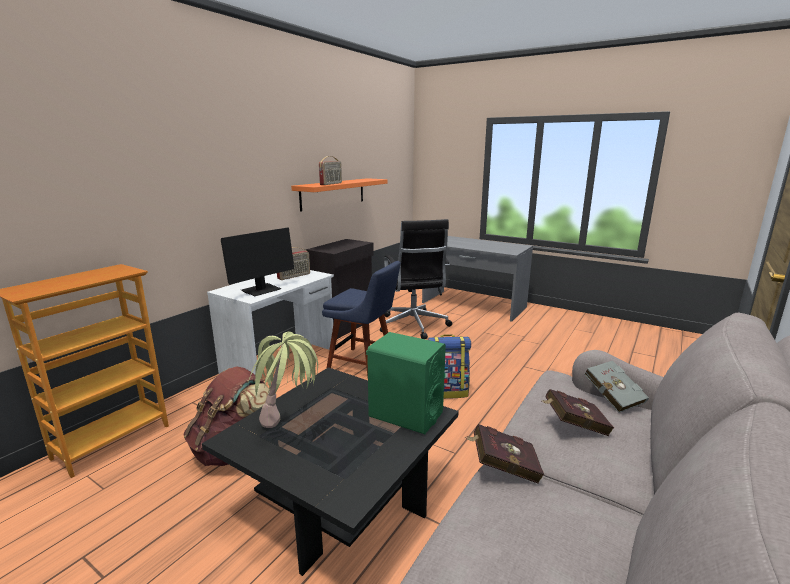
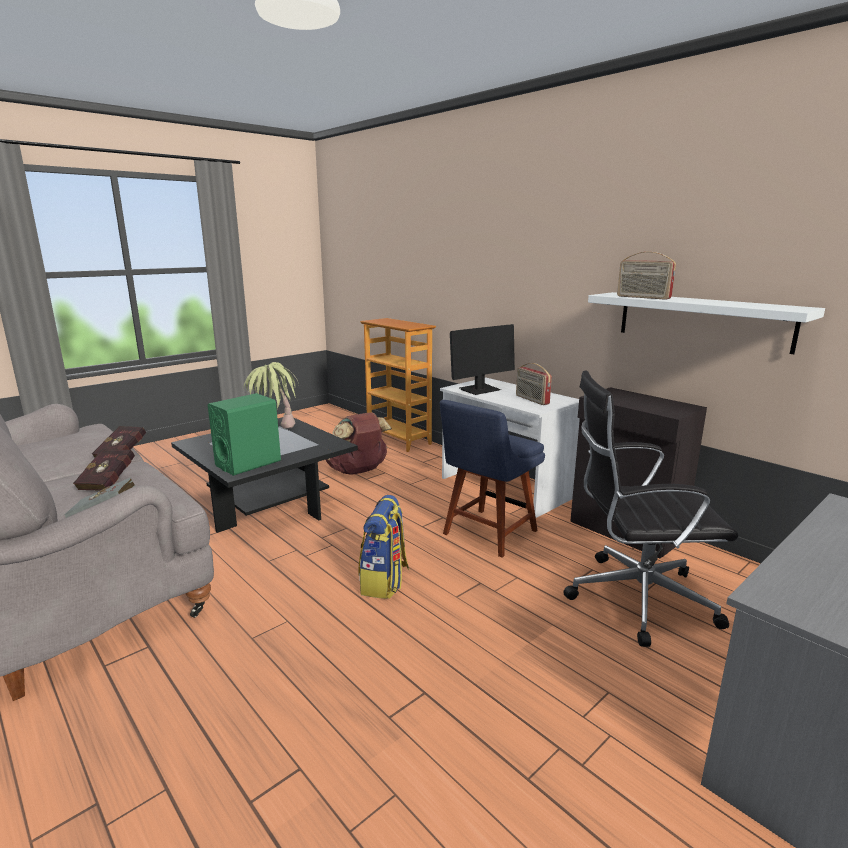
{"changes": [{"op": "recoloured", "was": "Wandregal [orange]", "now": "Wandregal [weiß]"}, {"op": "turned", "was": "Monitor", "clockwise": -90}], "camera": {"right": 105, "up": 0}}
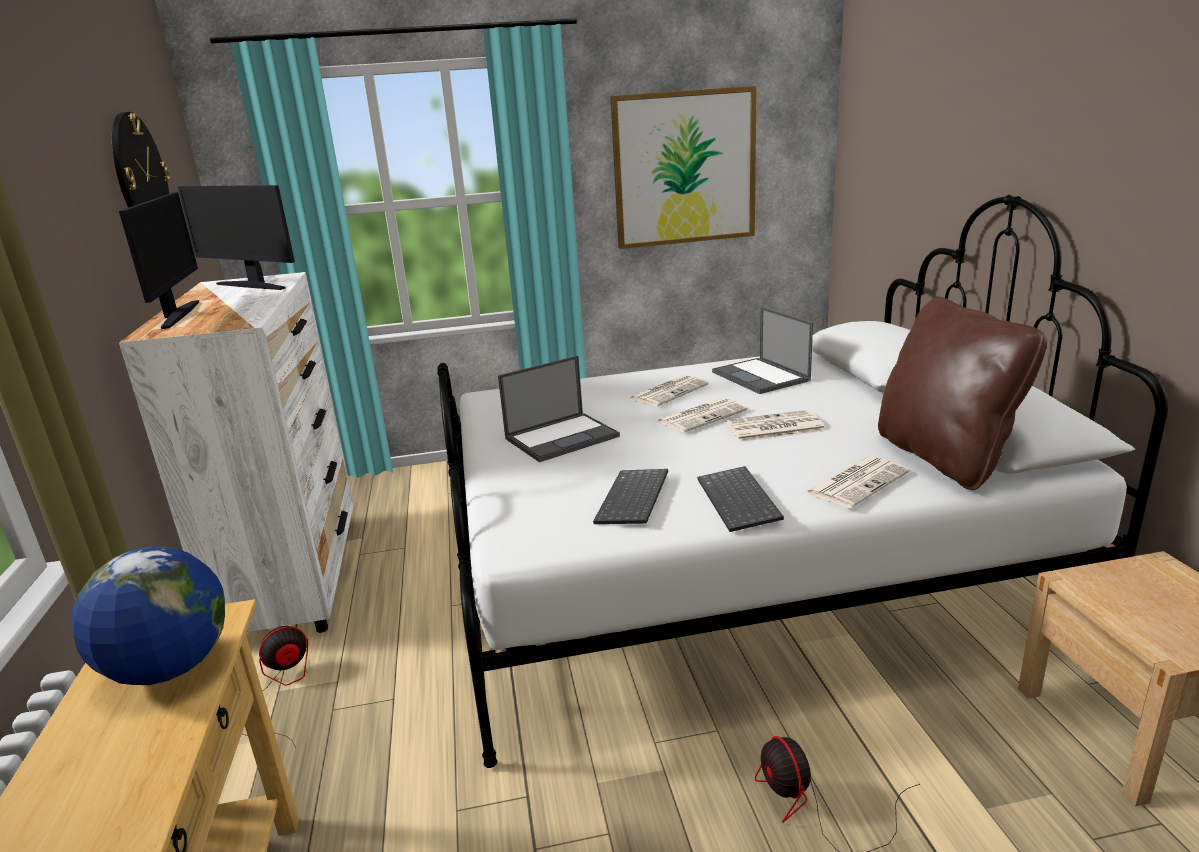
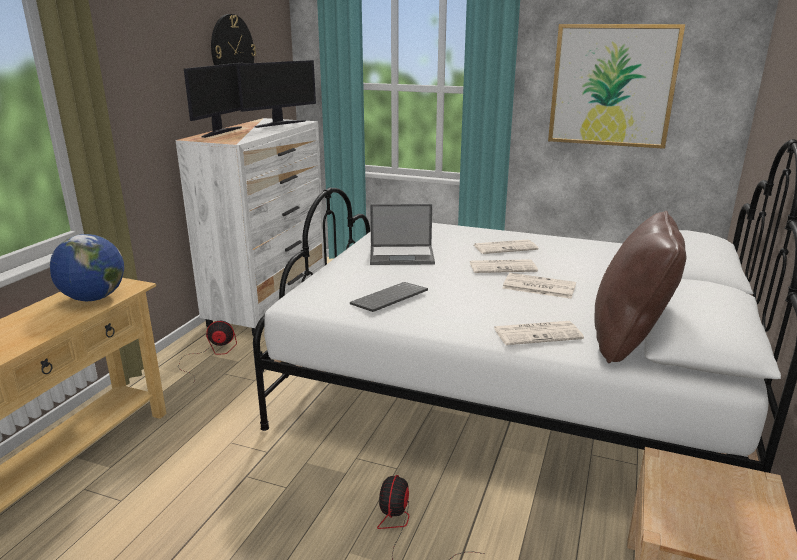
{"changes": [{"op": "removed", "was": "Tastatur (2nd from left)"}, {"op": "removed", "was": "Laptop (2nd from left)"}, {"op": "turned", "was": "Monitor (2nd from left)", "clockwise": -105}], "camera": {"right": 30, "up": 0}}
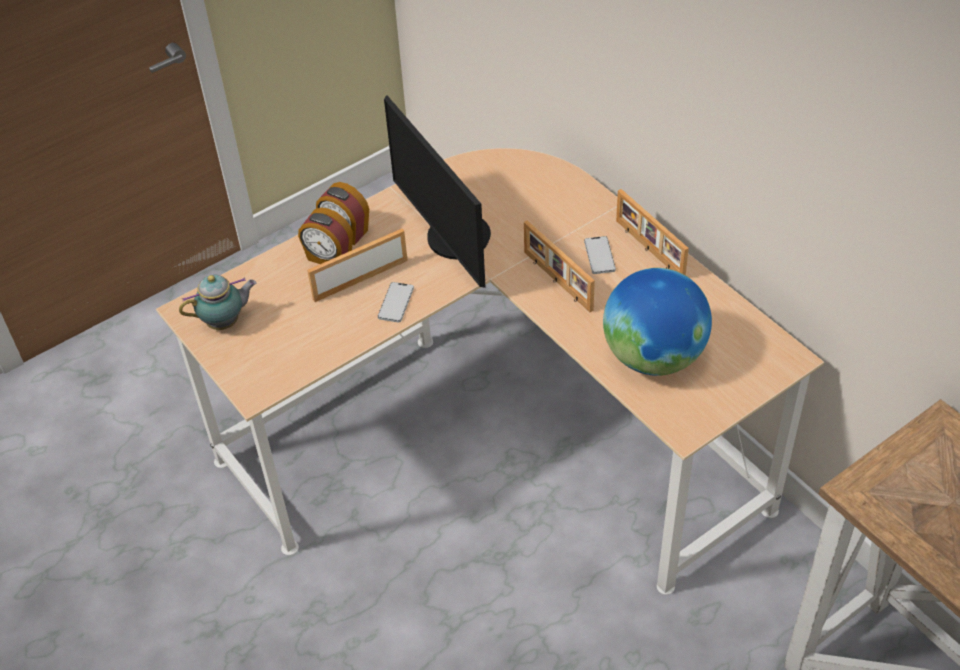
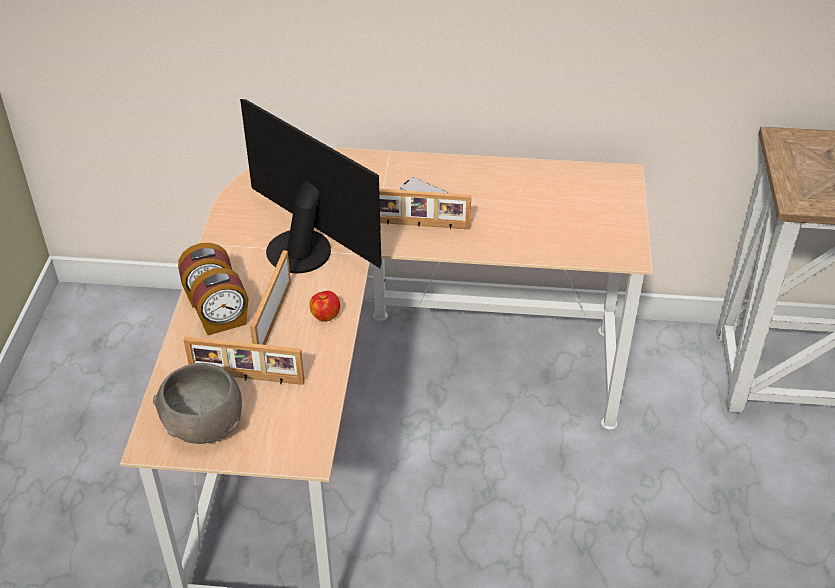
{"changes": [{"op": "removed", "was": "Globus"}, {"op": "moved", "was": "Bilderrahmen (3rd from left in the first image)", "now": "Bilderrahmen (1st from left)"}, {"op": "replaced", "was": "Teekanne", "now": "Schüssel [grau]"}, {"op": "replaced", "was": "Handy (1st from left)", "now": "Apfel"}, {"op": "turned", "was": "Monitor", "clockwise": -150}], "camera": {"right": -50, "up": -5}}
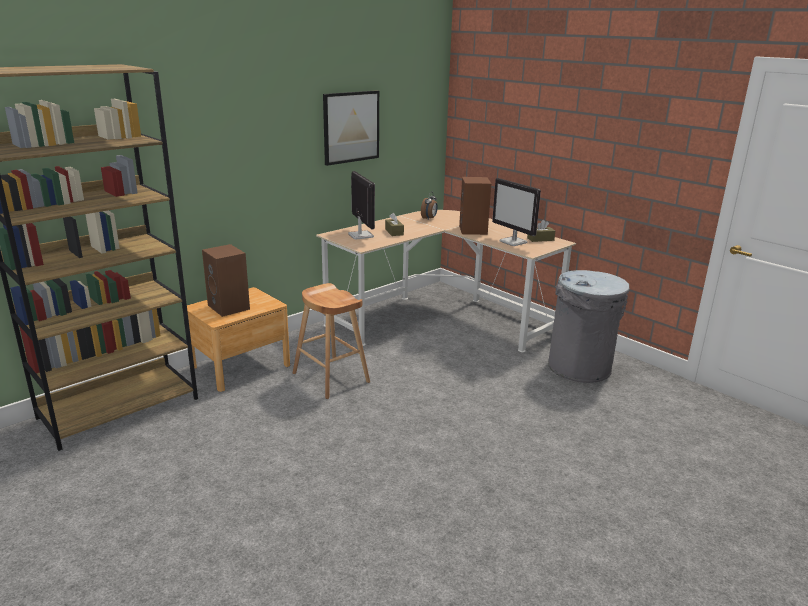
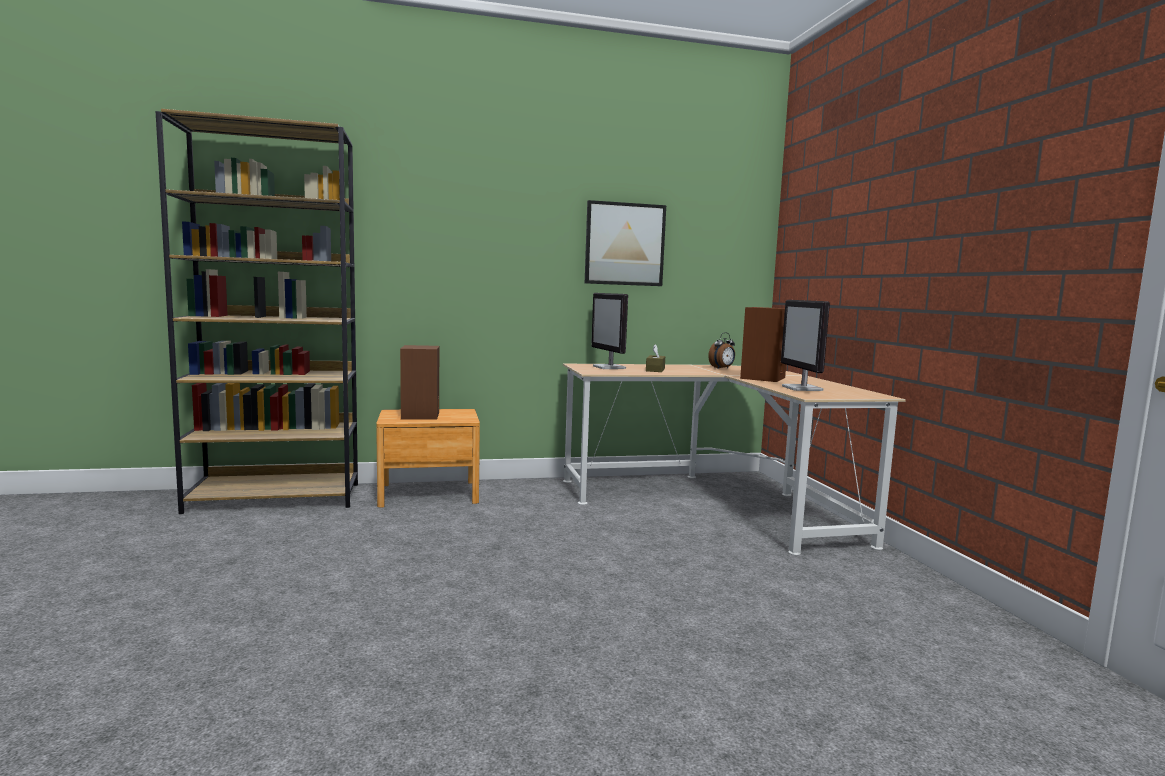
{"changes": [{"op": "removed", "was": "Hocker [braun]"}, {"op": "removed", "was": "Taschentuchbox [braun] (2nd from left)"}, {"op": "removed", "was": "Mülleimer [grau]"}, {"op": "turned", "was": "Monitor (1st from left)", "clockwise": 150}], "camera": {"right": 30, "up": -15}}
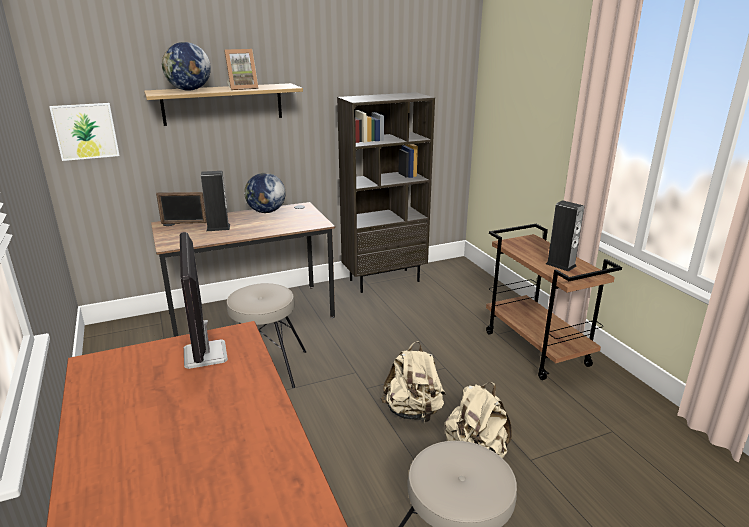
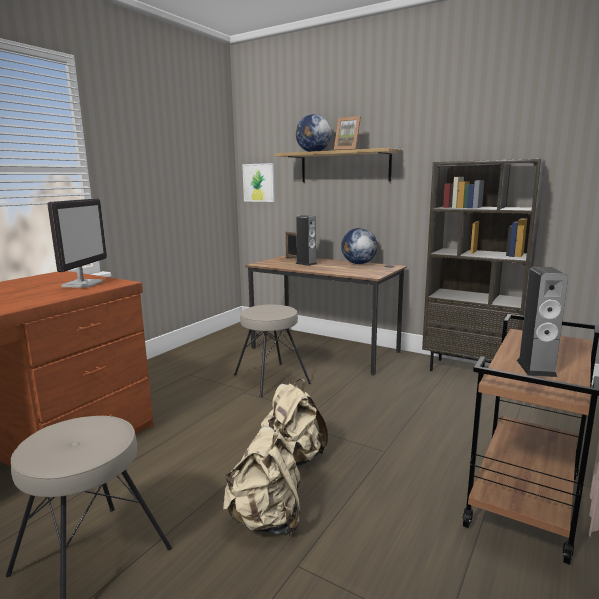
{"changes": [{"op": "turned", "was": "Monitor", "clockwise": 150}], "camera": {"right": 55, "up": -10}}
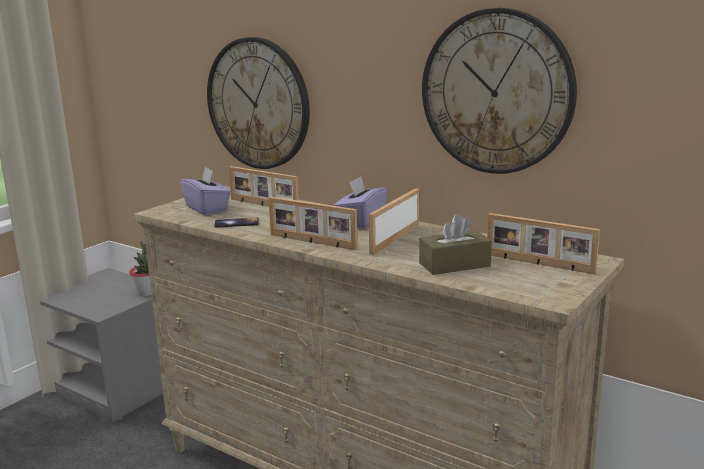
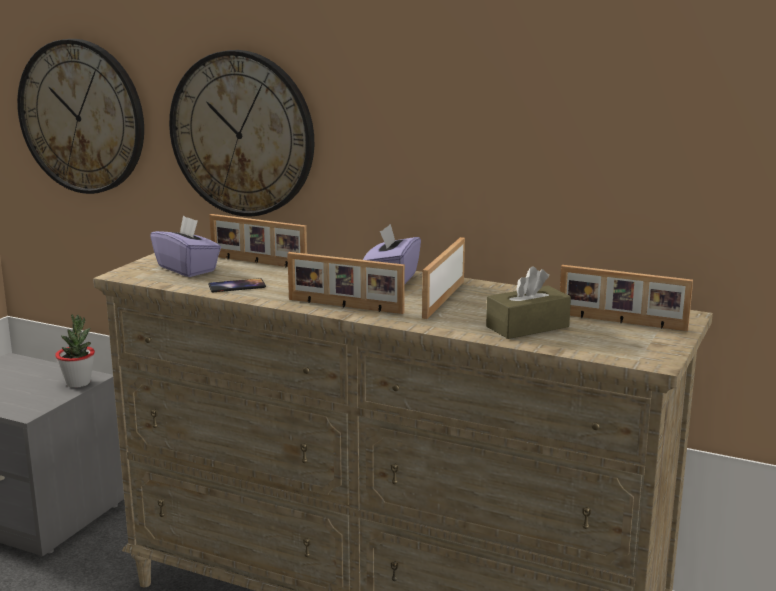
{"changes": [{"op": "moved", "was": "Wanduhr (2nd from left in the first image)", "now": "Wanduhr (1st from left)"}], "camera": {"right": -10, "up": 0}}
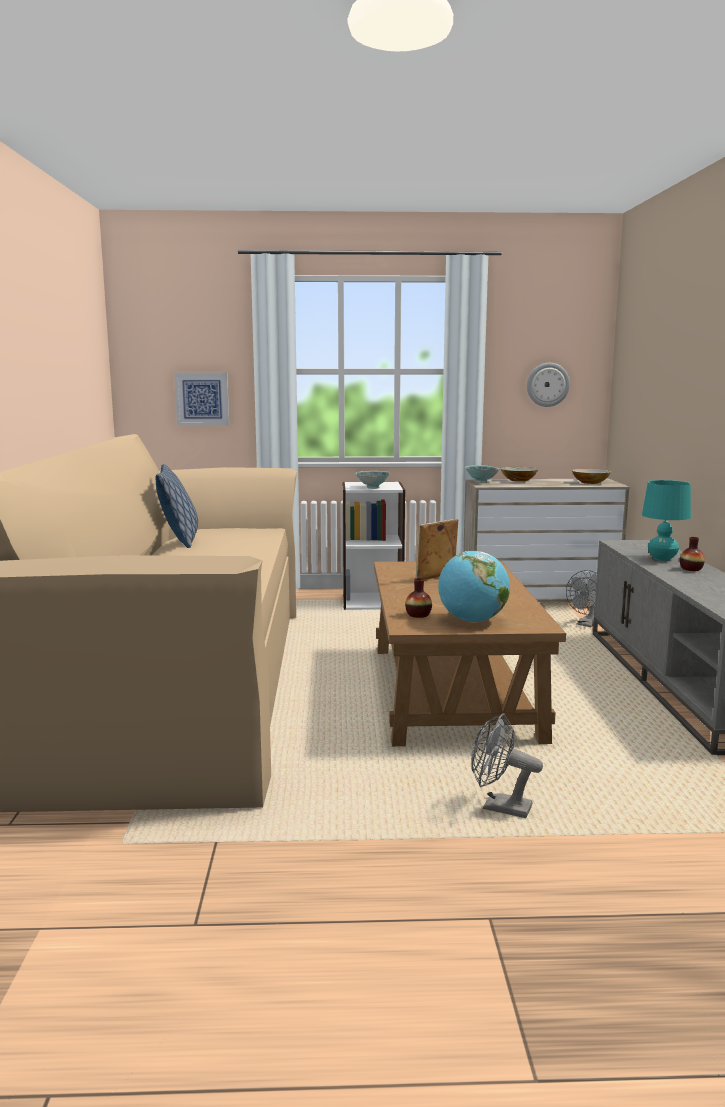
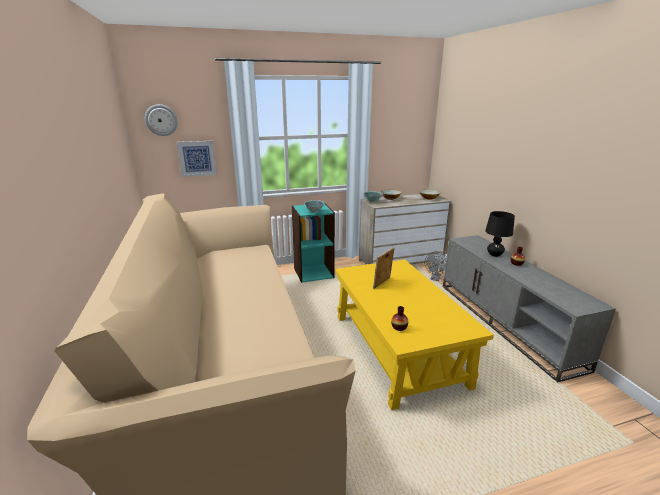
{"changes": [{"op": "removed", "was": "Kissen"}, {"op": "removed", "was": "Globus"}, {"op": "removed", "was": "Ventilator [grau] (1st from left)"}, {"op": "moved", "was": "Wanduhr"}, {"op": "recoloured", "was": "Bücherregal [weiß]", "now": "Bücherregal [türkis]"}, {"op": "recoloured", "was": "Couchtisch [braun]", "now": "Couchtisch [gelb]"}, {"op": "recoloured", "was": "Tischlampe [türkis]", "now": "Tischlampe [schwarz]"}], "camera": {"right": -15, "up": 10}}
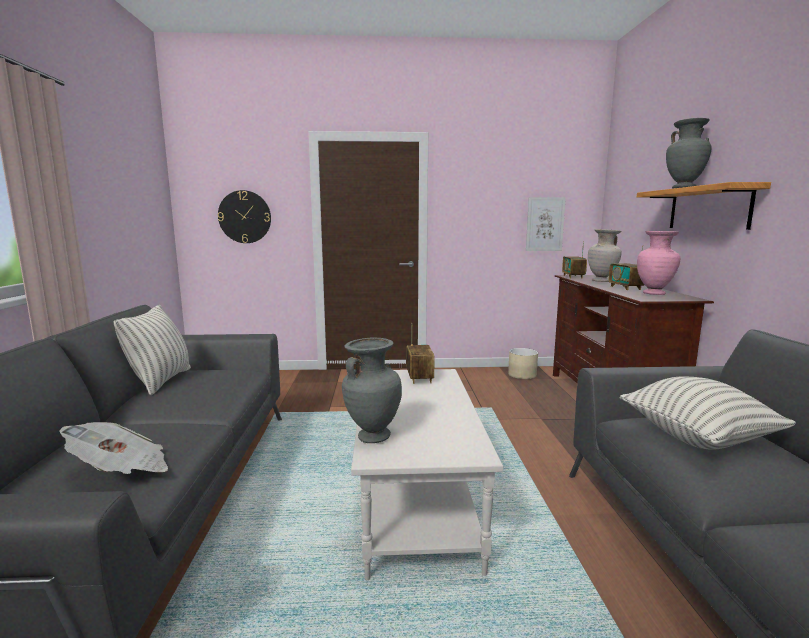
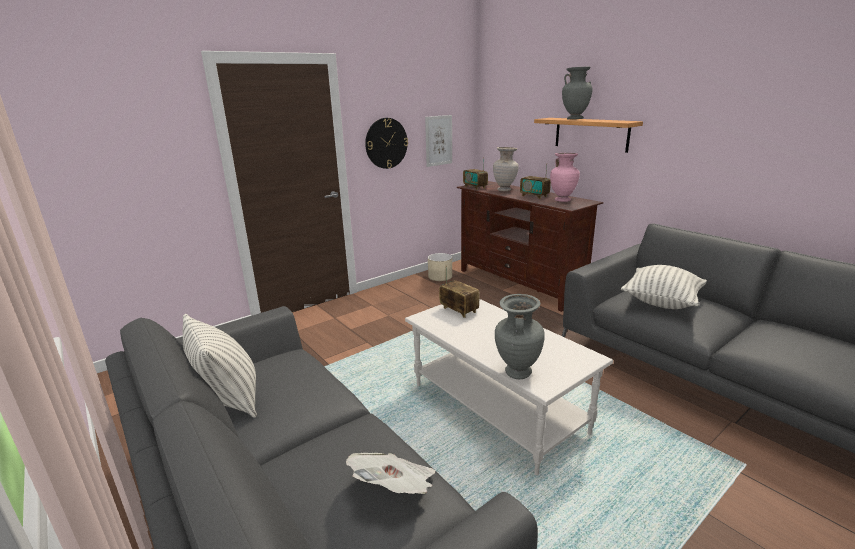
{"changes": [{"op": "moved", "was": "Wanduhr"}], "camera": {"right": -35, "up": 10}}
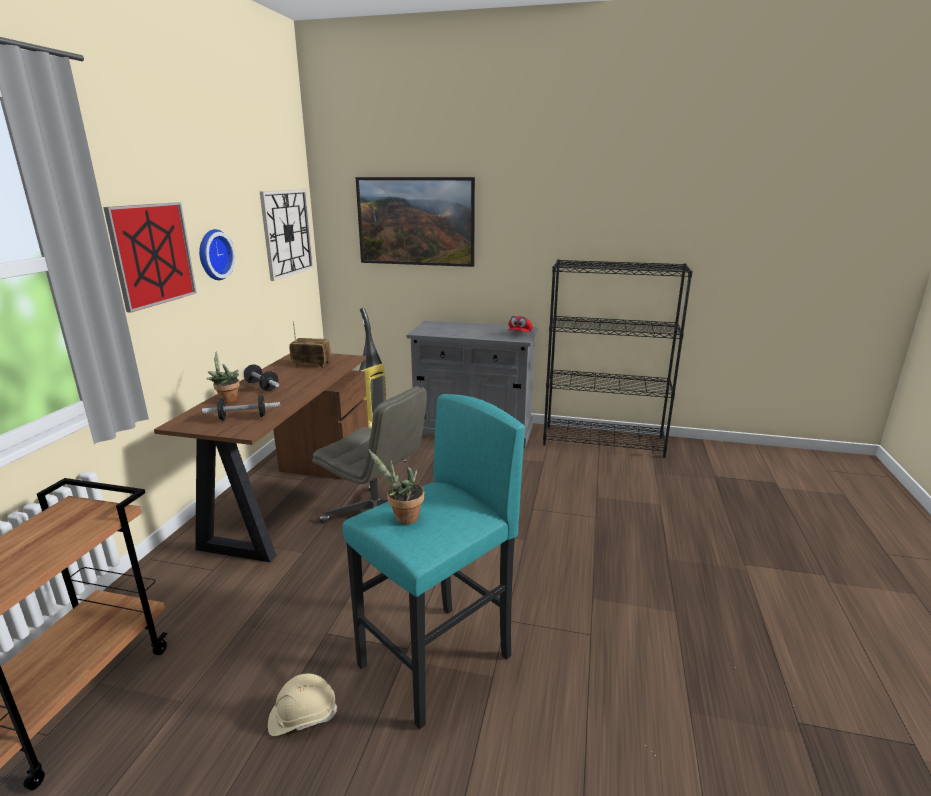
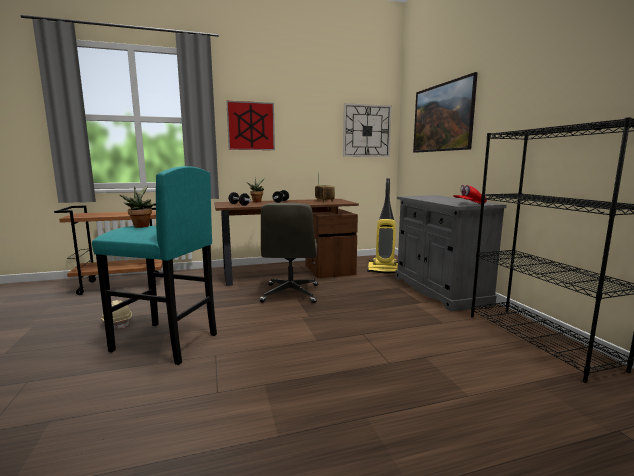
{"changes": [{"op": "removed", "was": "Wanduhr (1st from left)"}], "camera": {"right": 60, "up": -10}}
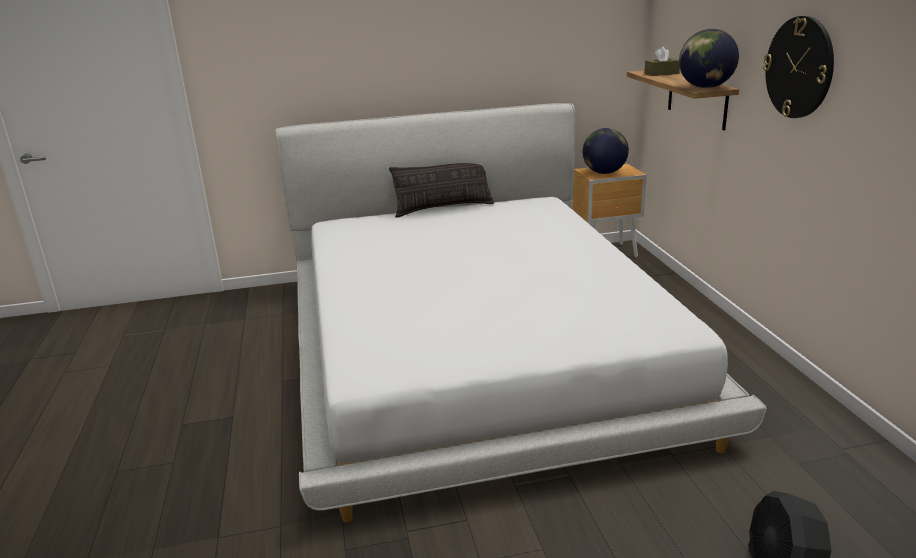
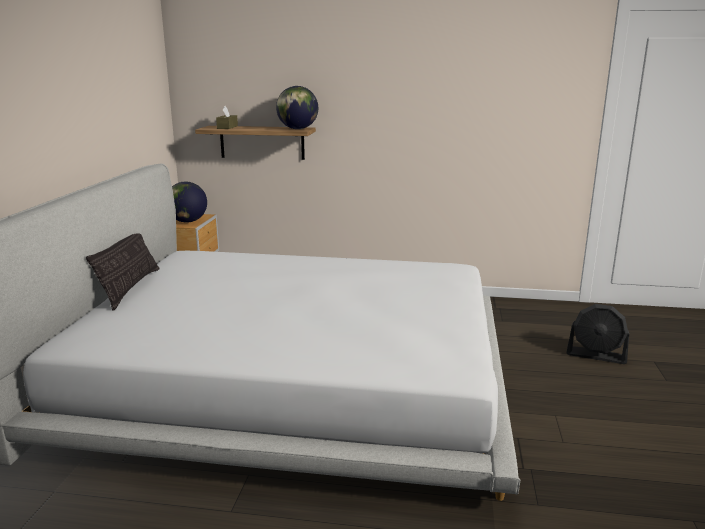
{"changes": [{"op": "removed", "was": "Wanduhr"}], "camera": {"right": -70, "up": -5}}
